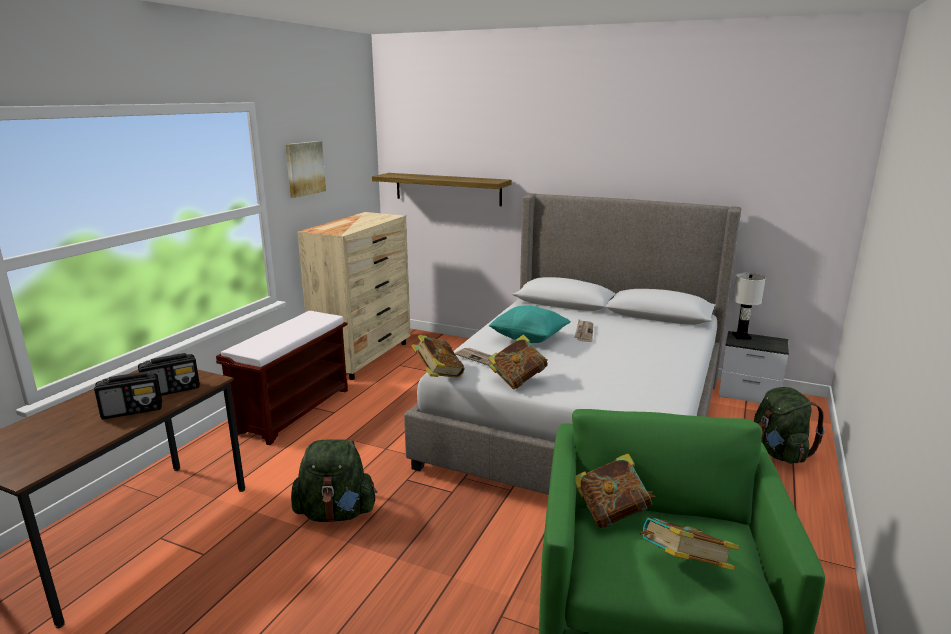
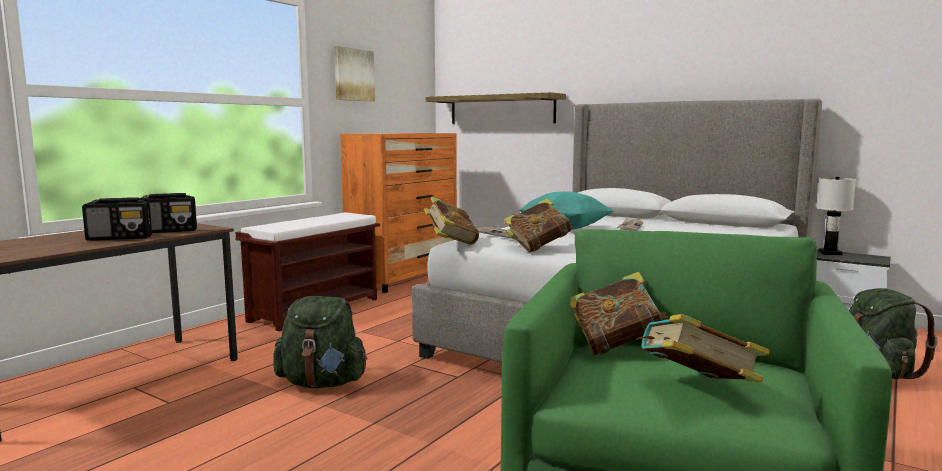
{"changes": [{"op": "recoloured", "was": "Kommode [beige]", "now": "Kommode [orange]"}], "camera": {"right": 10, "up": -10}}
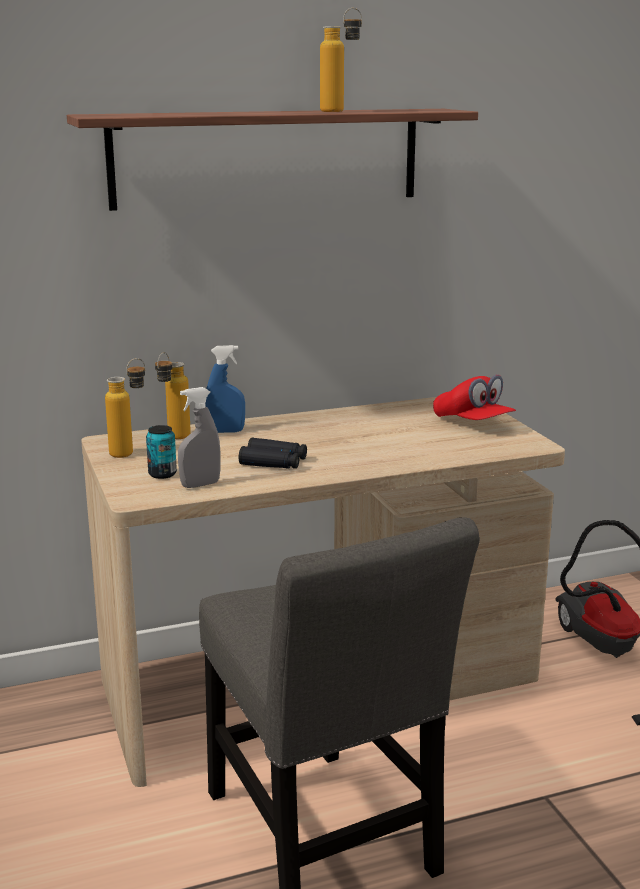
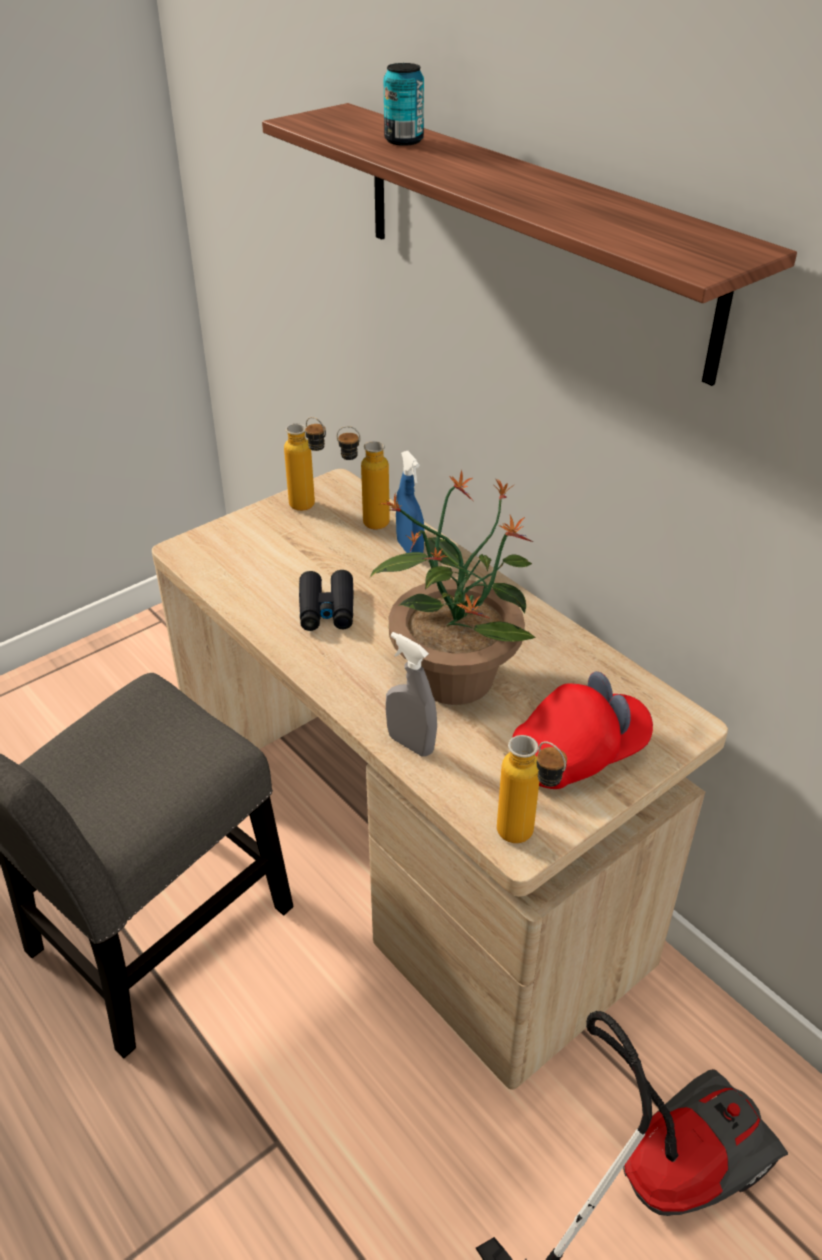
{"changes": [{"op": "added", "now": "Topfpflanze"}, {"op": "moved", "was": "Dose"}, {"op": "moved", "was": "Sprühflasche [grau]"}, {"op": "moved", "was": "Flasche (3rd from left)"}, {"op": "turned", "was": "Kappe [rot]", "clockwise": -150}], "camera": {"right": 70, "up": 20}}
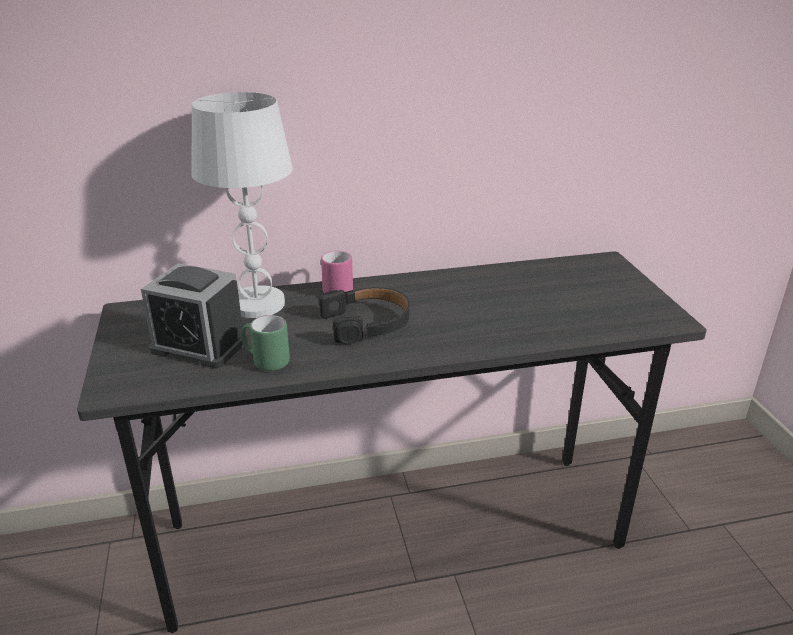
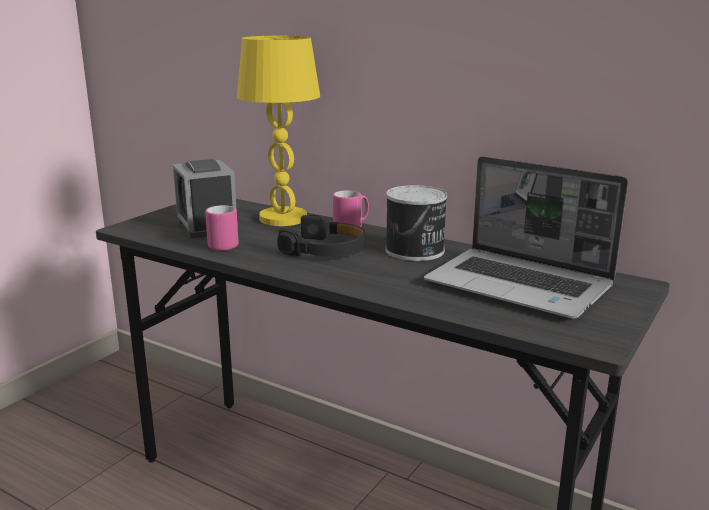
{"changes": [{"op": "added", "now": "Dose"}, {"op": "added", "now": "Laptop"}, {"op": "recoloured", "was": "Tischlampe [weiß]", "now": "Tischlampe [gelb]"}, {"op": "recoloured", "was": "Henkelbecher [grün]", "now": "Henkelbecher [rosa] (1st from left)"}], "camera": {"right": 45, "up": -10}}
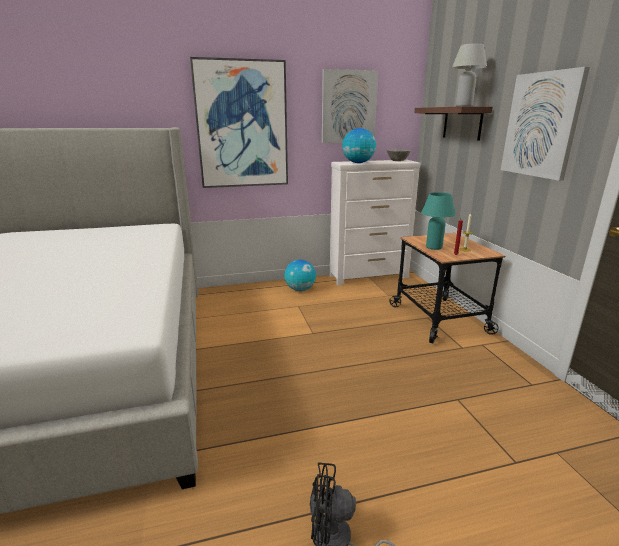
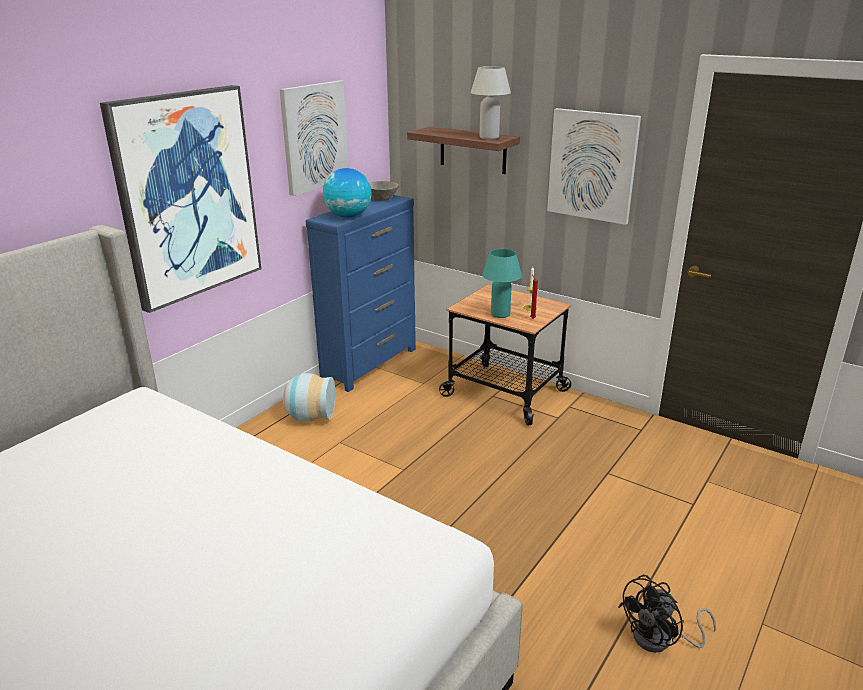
{"changes": [{"op": "replaced", "was": "Globus (1st from left)", "now": "Vase"}, {"op": "recoloured", "was": "Kommode [weiß]", "now": "Kommode [blau]"}], "camera": {"right": -40, "up": 5}}
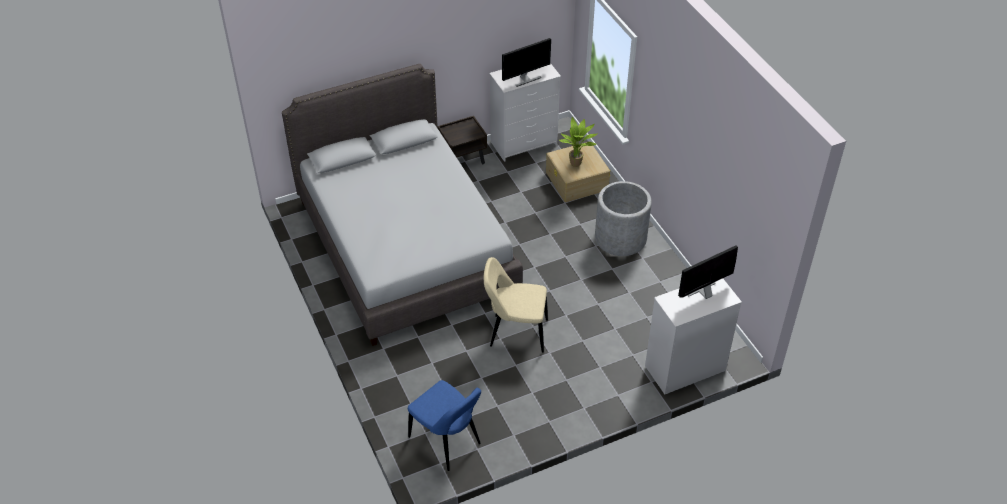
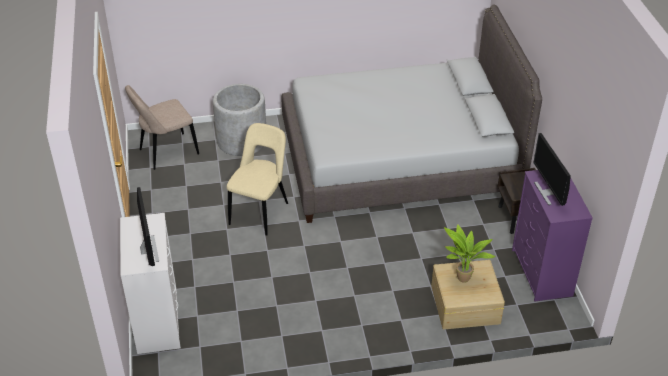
{"changes": [{"op": "moved", "was": "Pflanzkübel [grau]"}, {"op": "recoloured", "was": "Stuhl [blau]", "now": "Stuhl [beige] (1st from left)"}, {"op": "recoloured", "was": "Kommode [weiß] (1st from left)", "now": "Kommode [lila]"}], "camera": {"right": 105, "up": -5}}
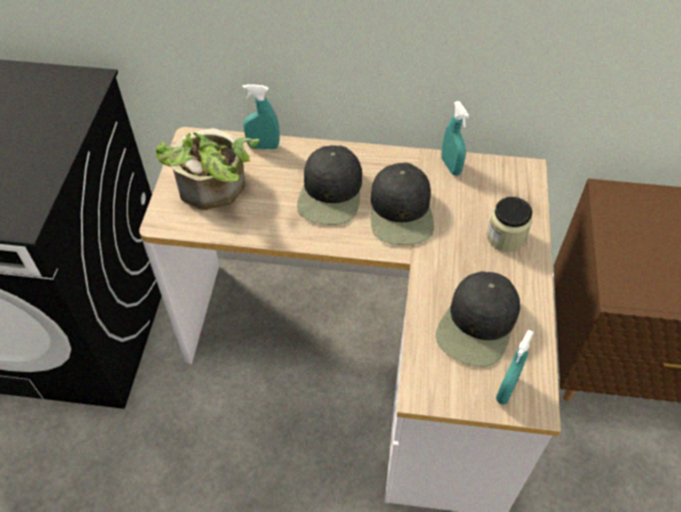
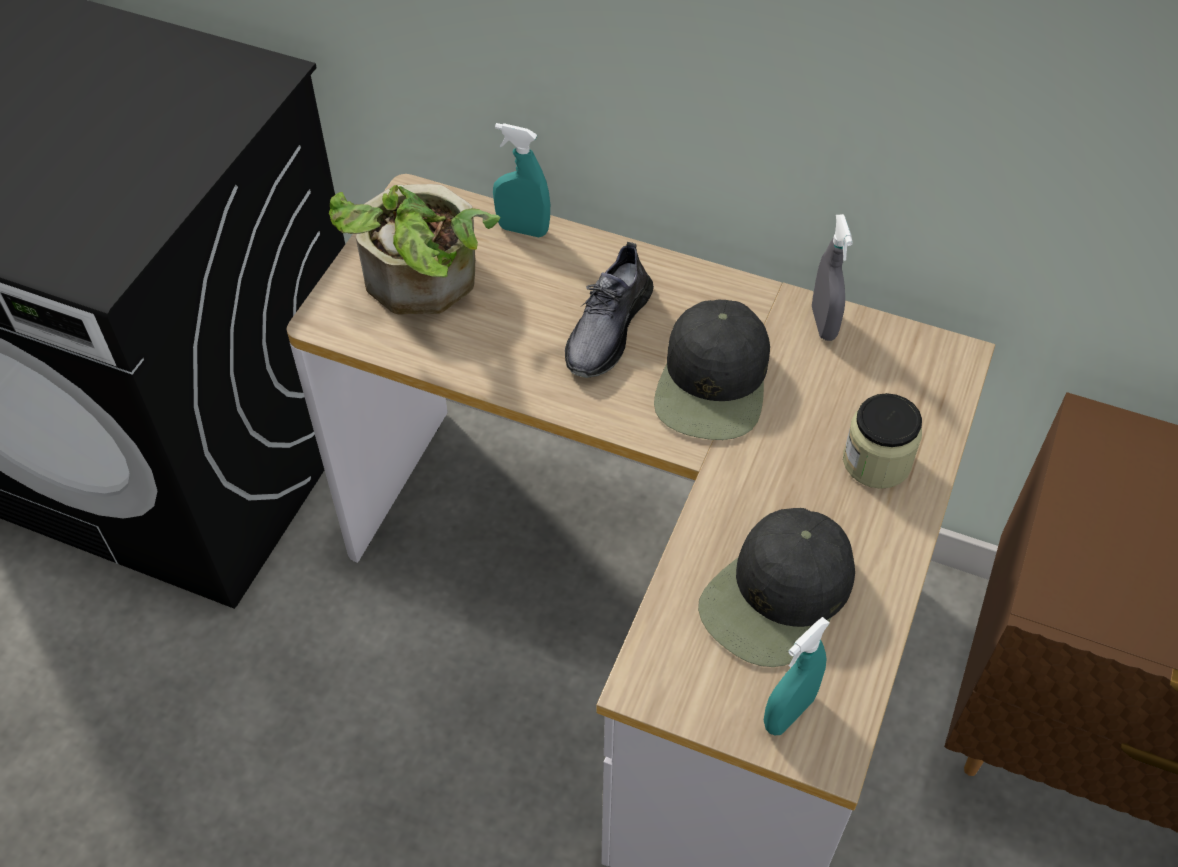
{"changes": [{"op": "replaced", "was": "Kappe [schwarz] (1st from left)", "now": "Schuh [grau]"}, {"op": "recoloured", "was": "Sprühflasche [türkis] (2nd from left)", "now": "Sprühflasche [grau]"}], "camera": {"right": 15, "up": 0}}
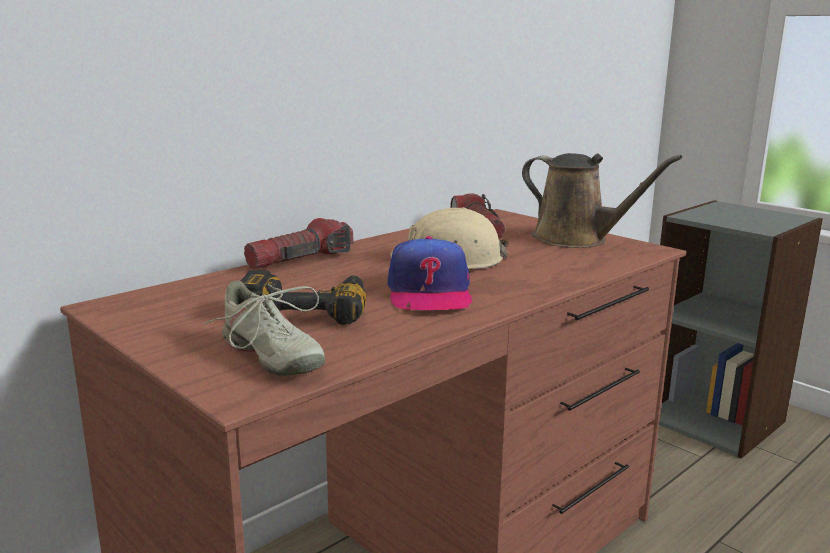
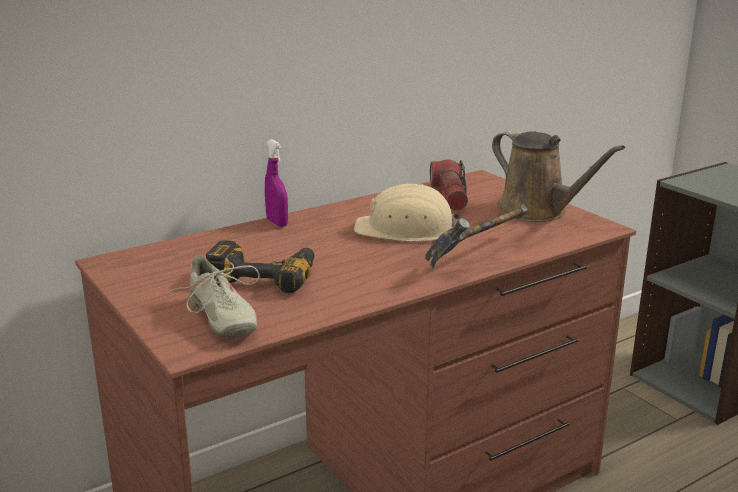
{"changes": [{"op": "removed", "was": "Kappe"}, {"op": "added", "now": "Hammer"}, {"op": "replaced", "was": "Taschenlampe (1st from left)", "now": "Sprühflasche [lila]"}], "camera": {"right": 10, "up": 5}}
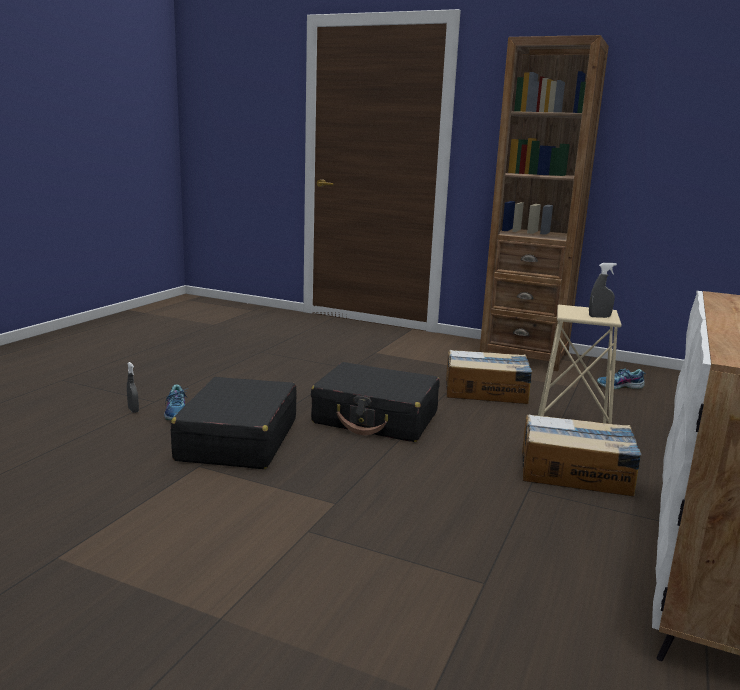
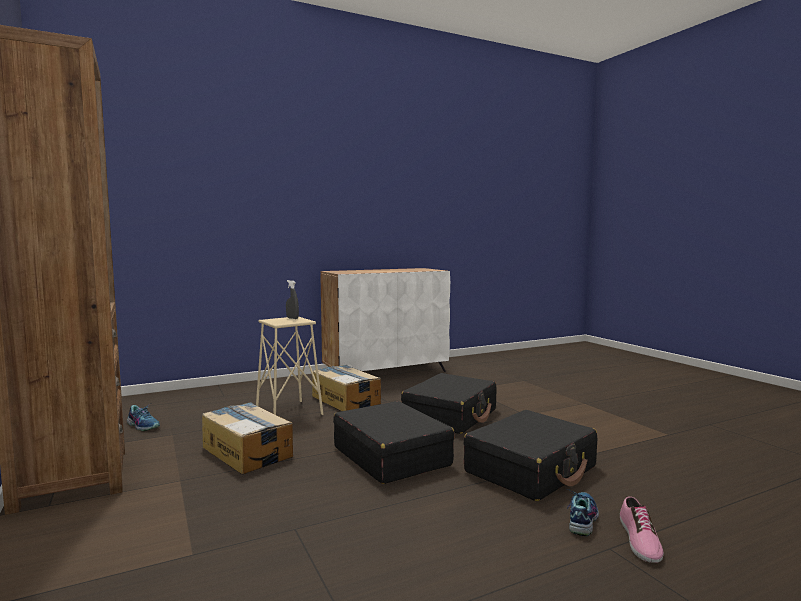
{"changes": [{"op": "added", "now": "Koffer [schwarz] (2nd from left)"}, {"op": "replaced", "was": "Sprühflasche [grau] (1st from left)", "now": "Schuh (3rd from left)"}], "camera": {"right": -140, "up": -10}}
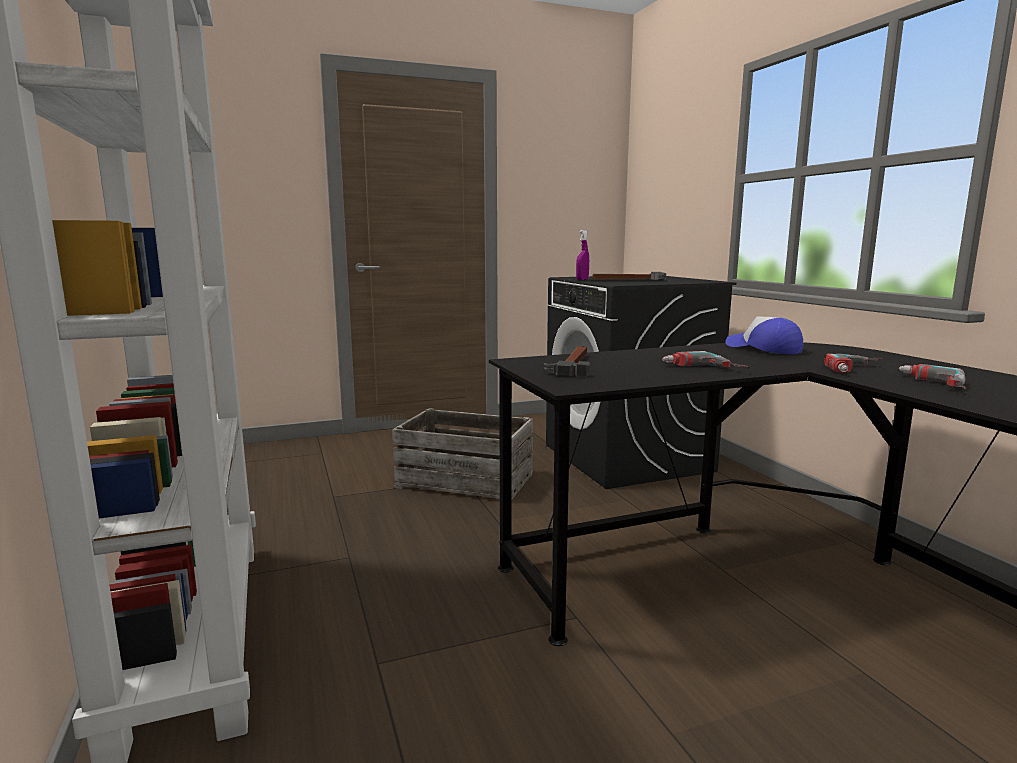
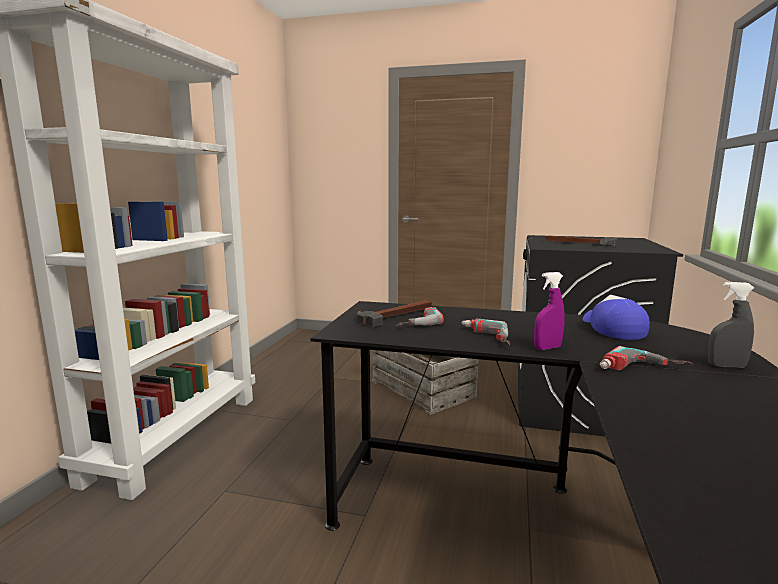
{"changes": [{"op": "added", "now": "Sprühflasche [grau]"}, {"op": "moved", "was": "Sprühflasche [lila]"}, {"op": "moved", "was": "Bohrmaschine (3rd from left in the first image)", "now": "Bohrmaschine (1st from left)"}], "camera": {"right": 35, "up": 0}}
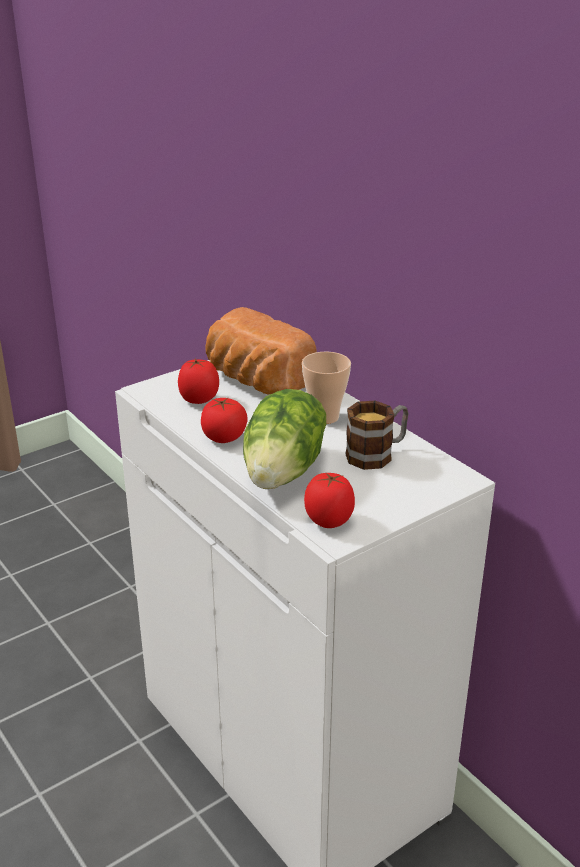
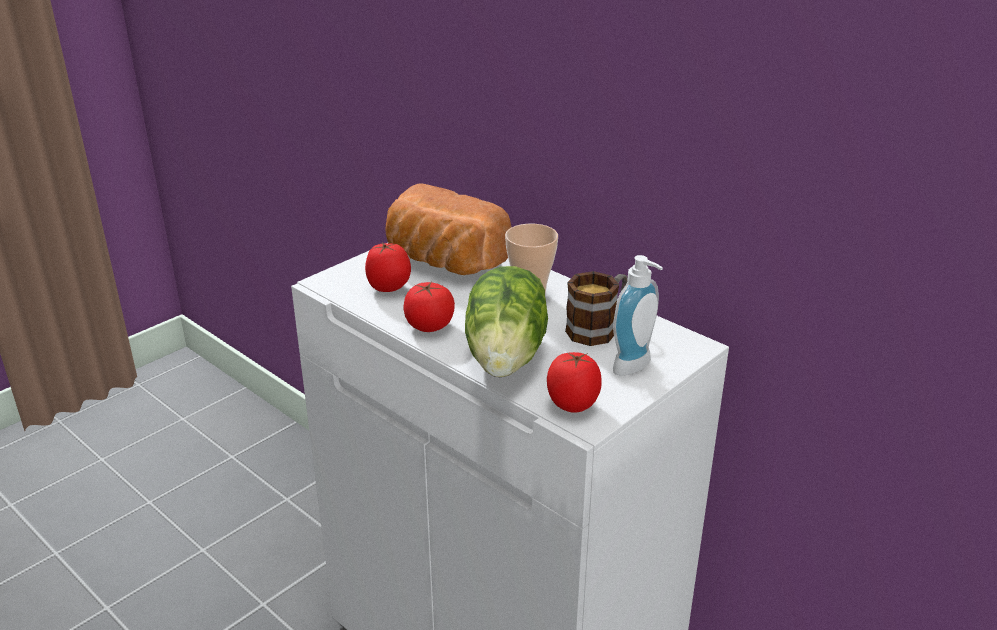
{"changes": [{"op": "added", "now": "Seifenspender"}], "camera": {"right": -10, "up": 0}}
